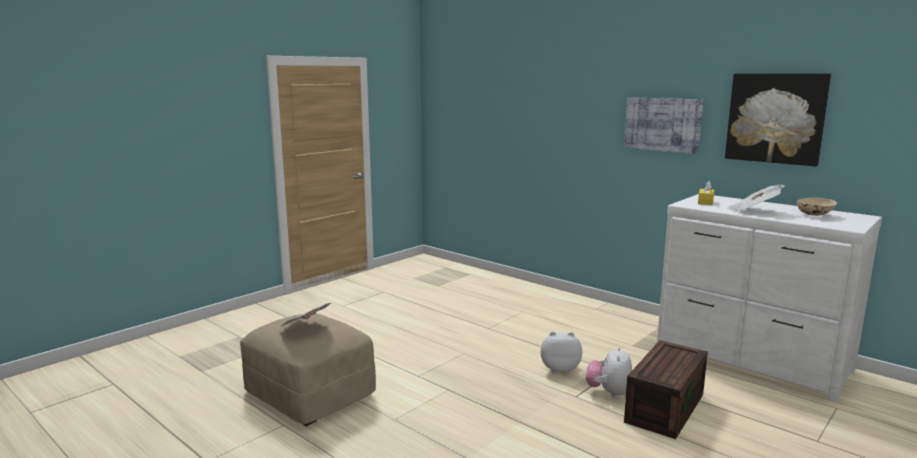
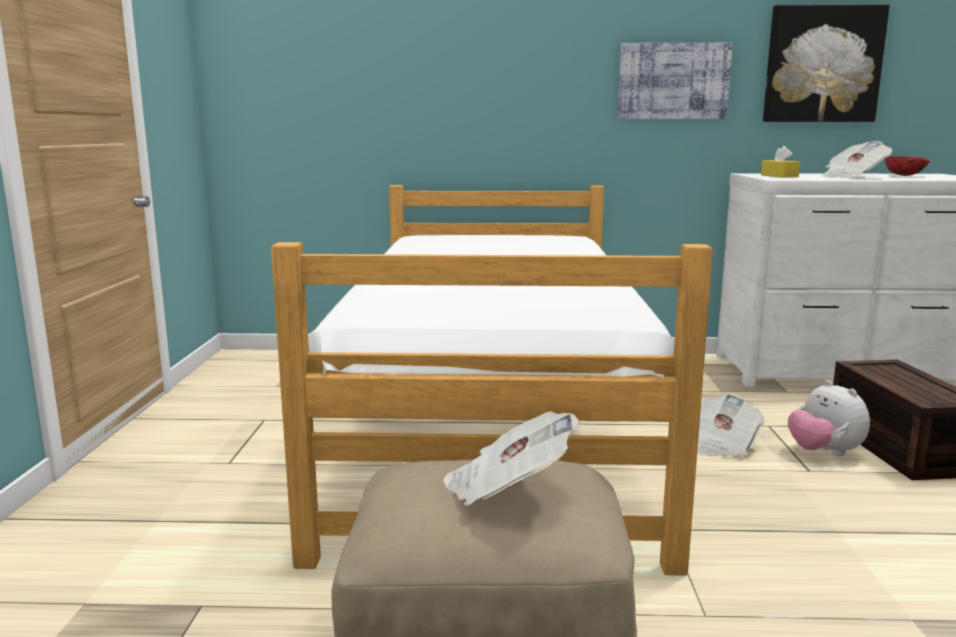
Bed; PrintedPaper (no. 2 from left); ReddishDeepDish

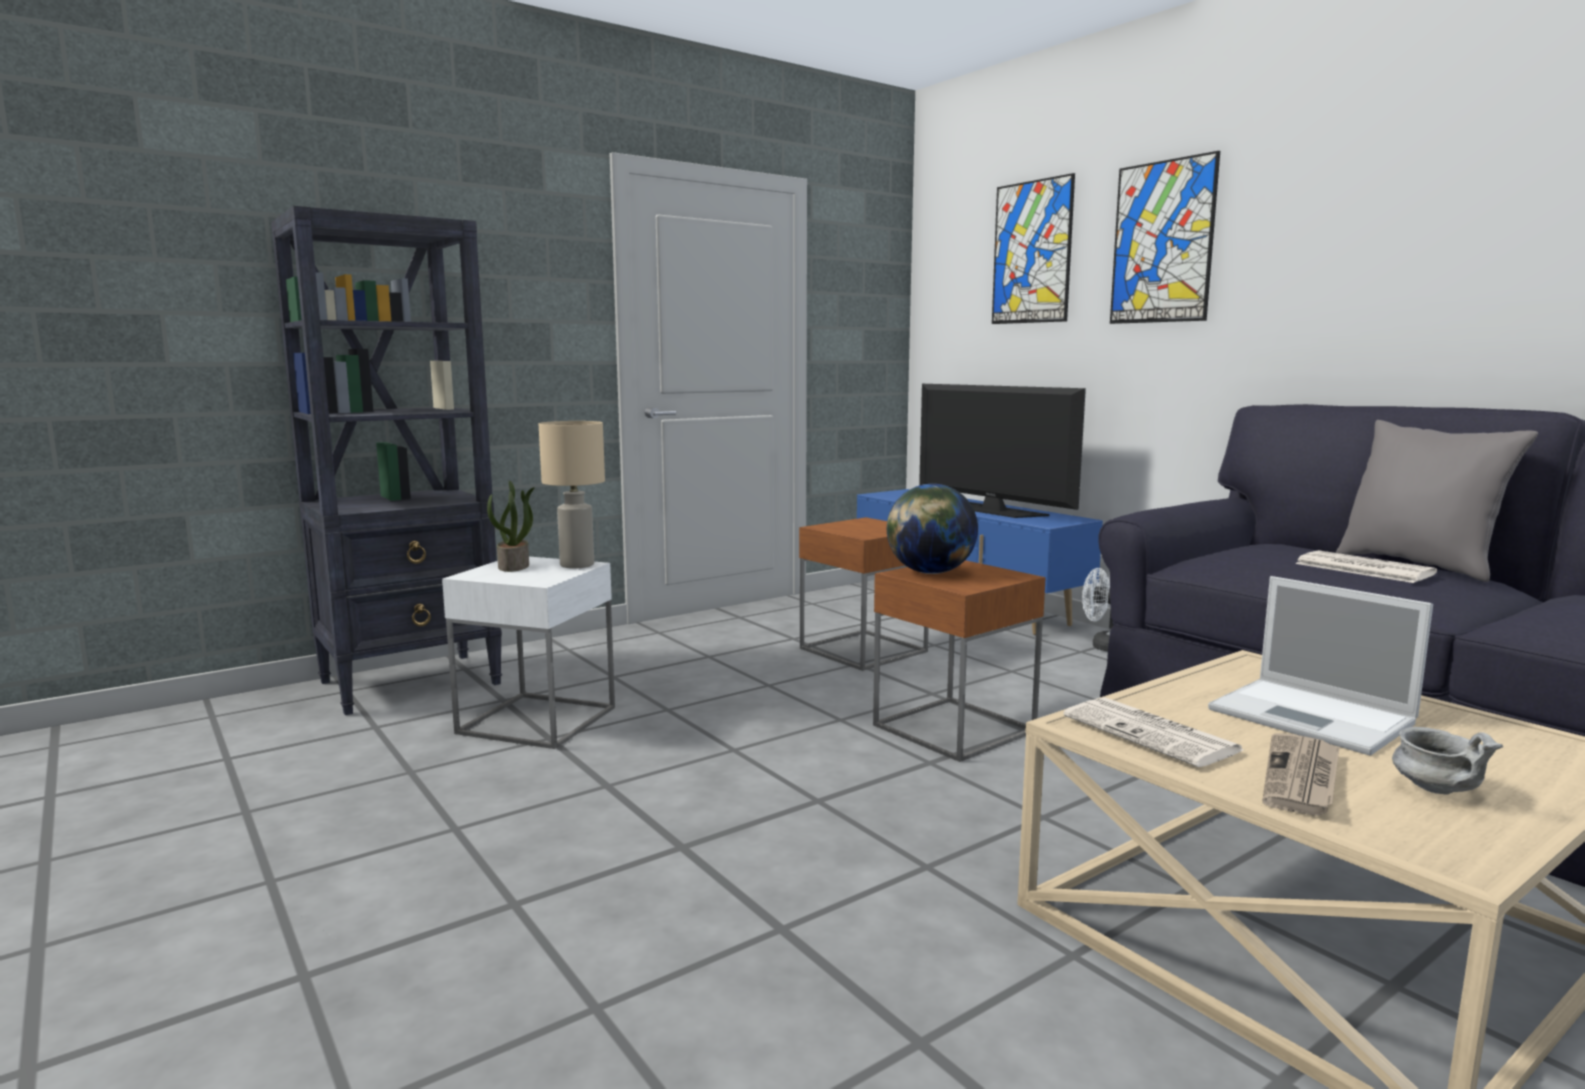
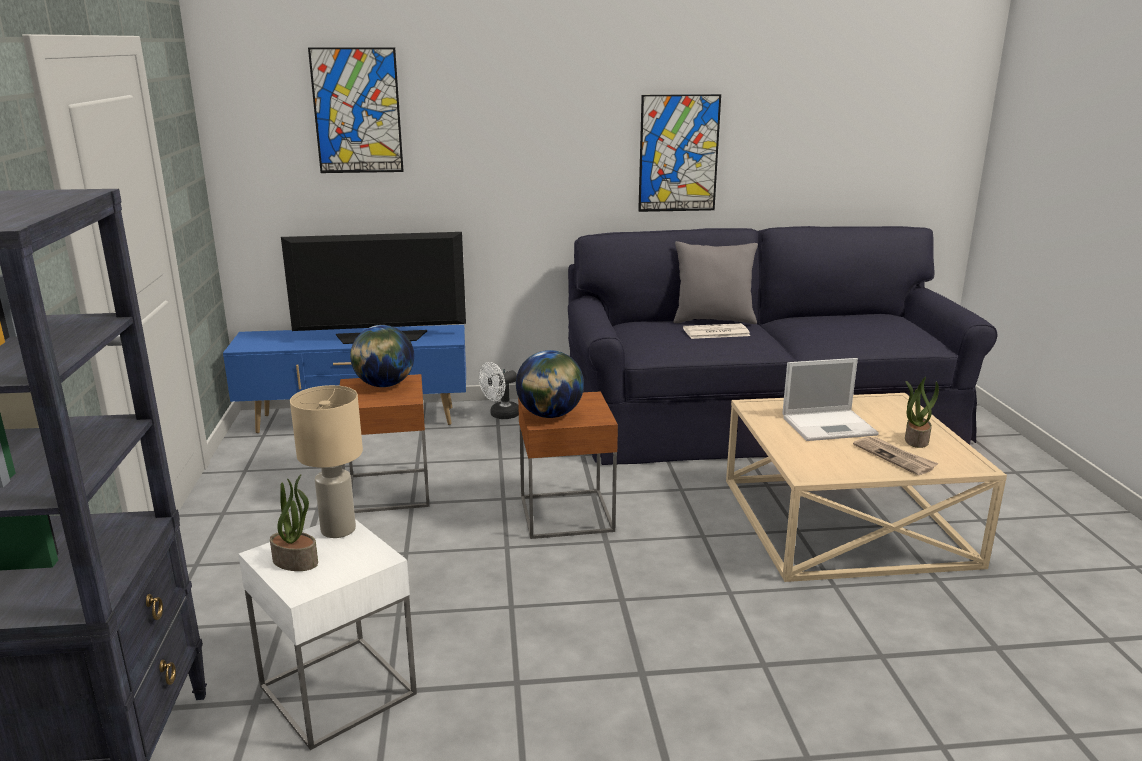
DeskGlobe (no. 1 from left); Picture (no. 2 from left); PlantInAPot (no. 2 from left); PrintedPaper (no. 1 from left in the first image)

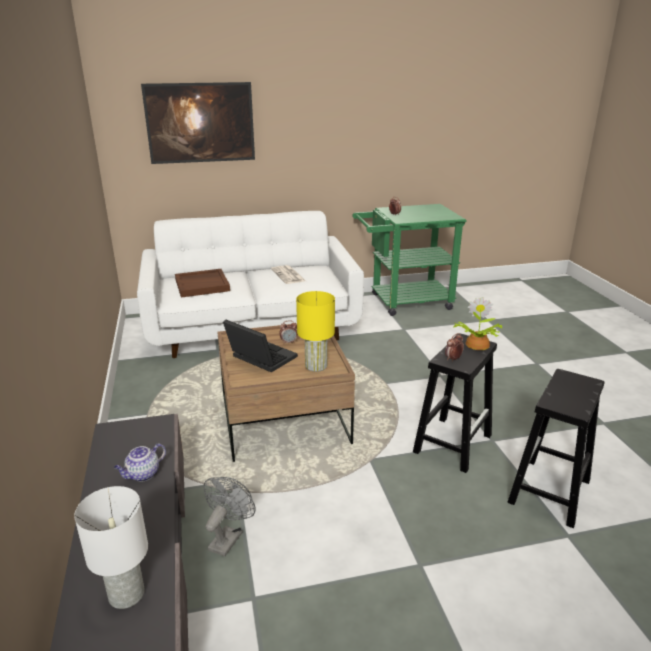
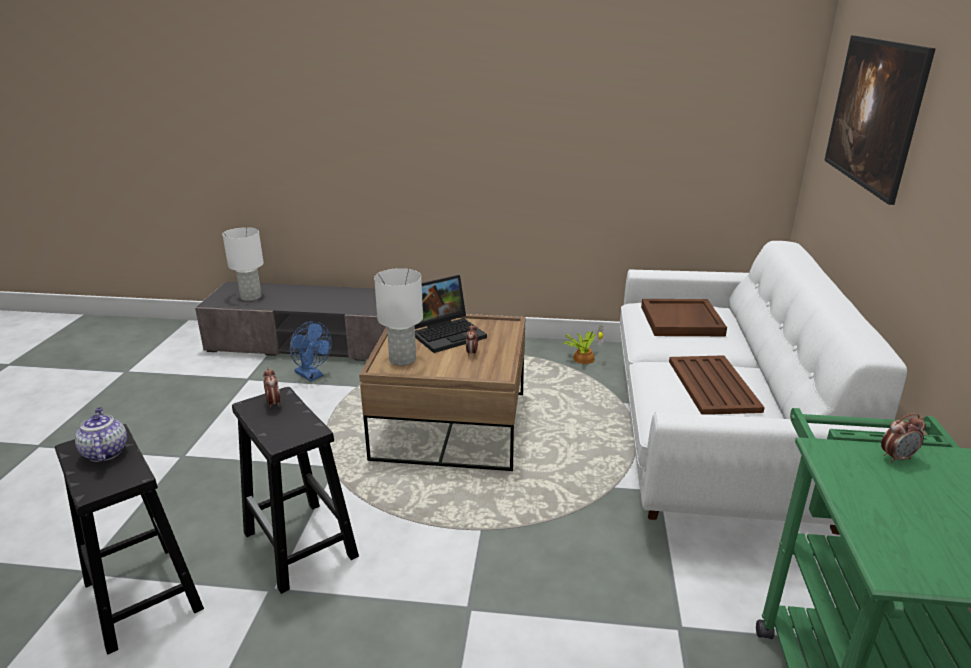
PotForTea; BlueColouredFan; WhiteLampForATable (no. 2 from left); PlantInAPot; BrownCarryingTray (no. 2 from left)

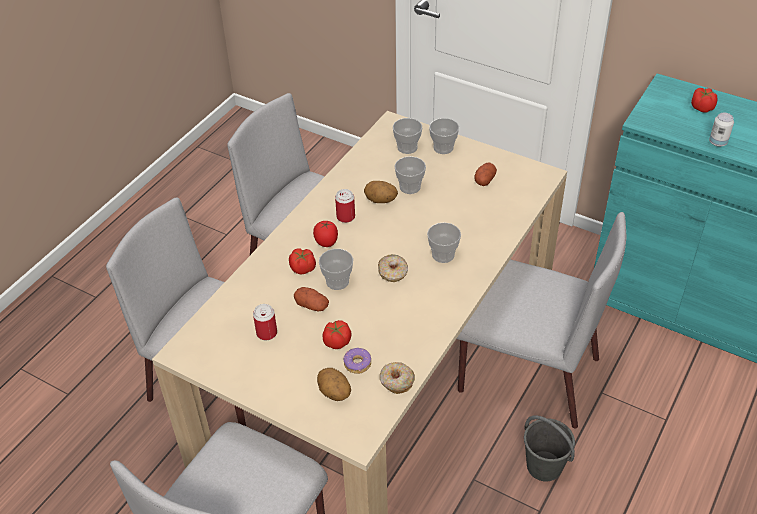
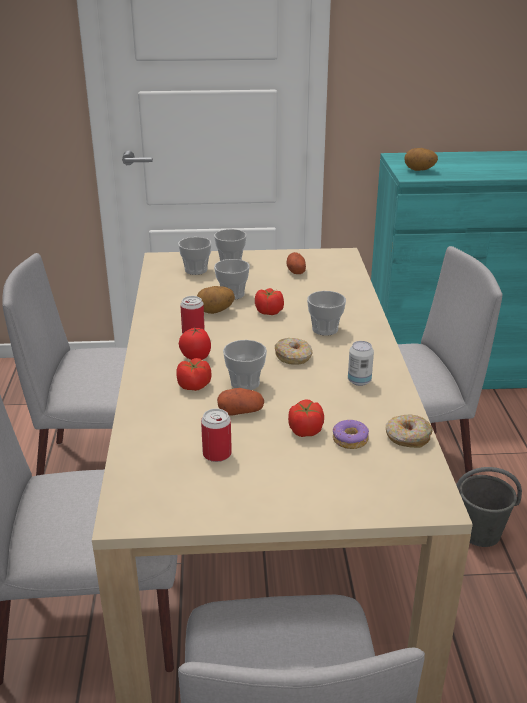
FreshTomato (no. 3 from left); MetalCan (no. 3 from left); WholePotato (no. 4 from left)

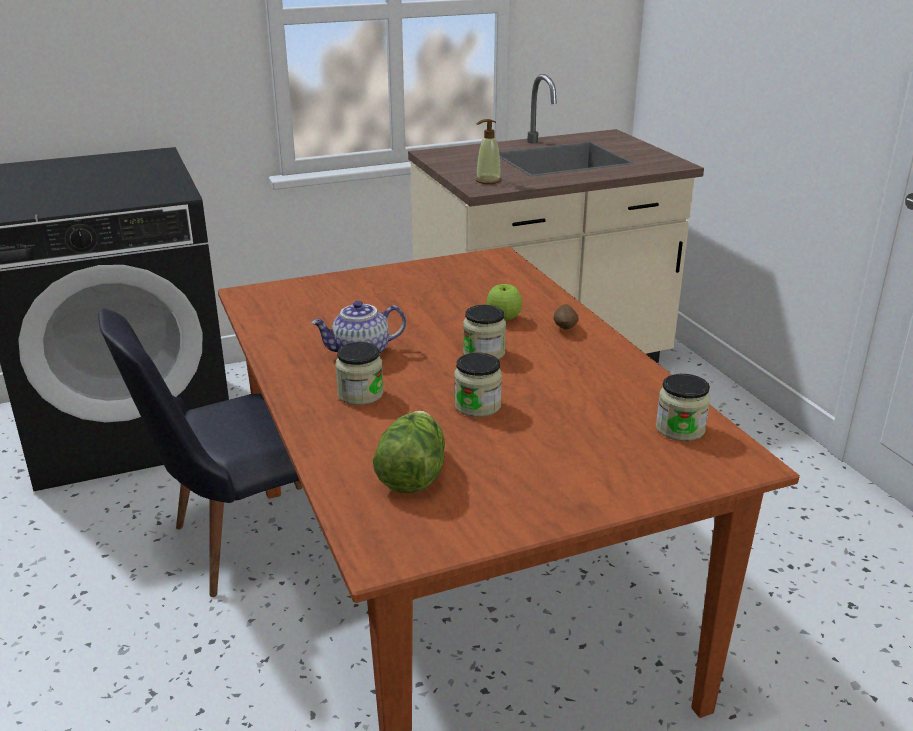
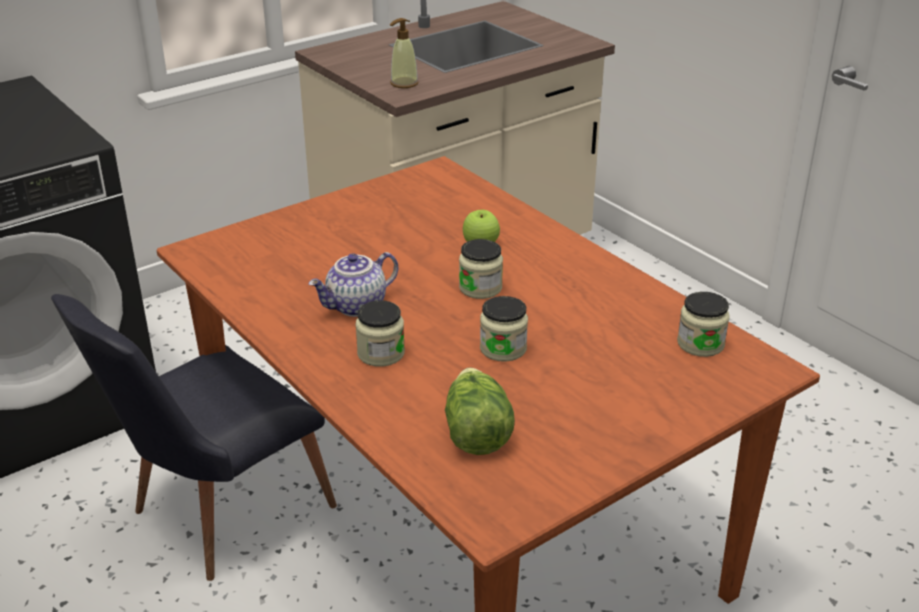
WholePotato

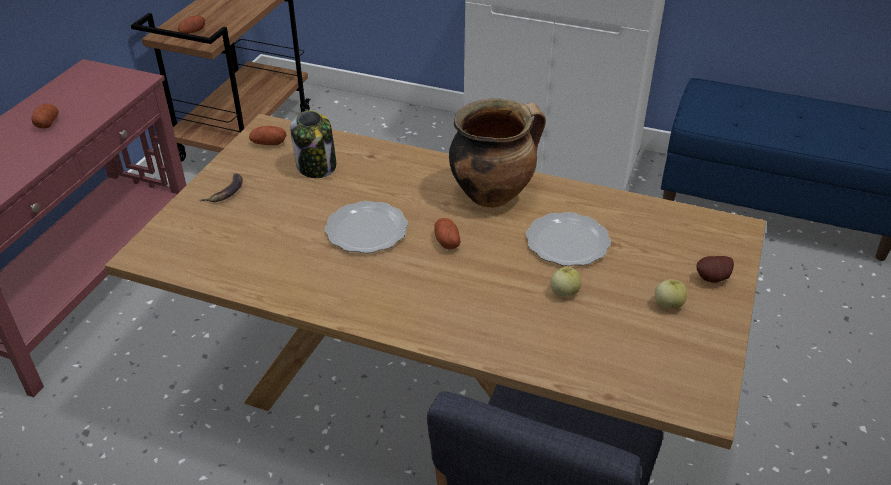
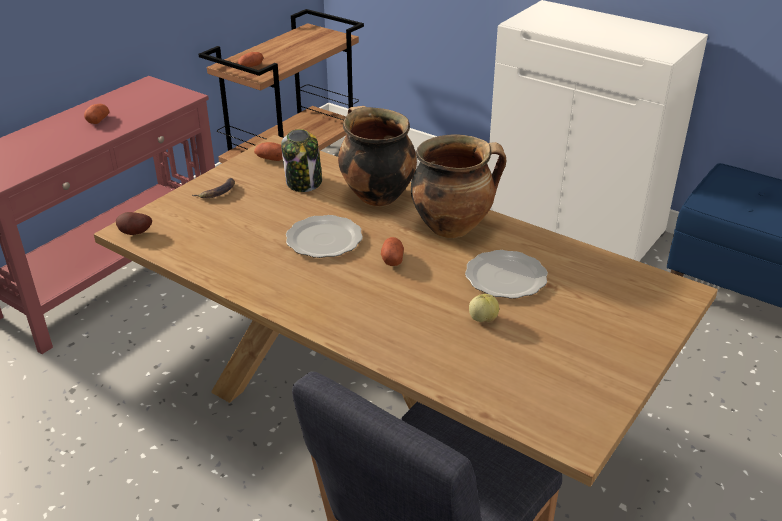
WholePotato (no. 2 from left); Stockpot (no. 1 from left); WholeApple (no. 2 from left in the first image)

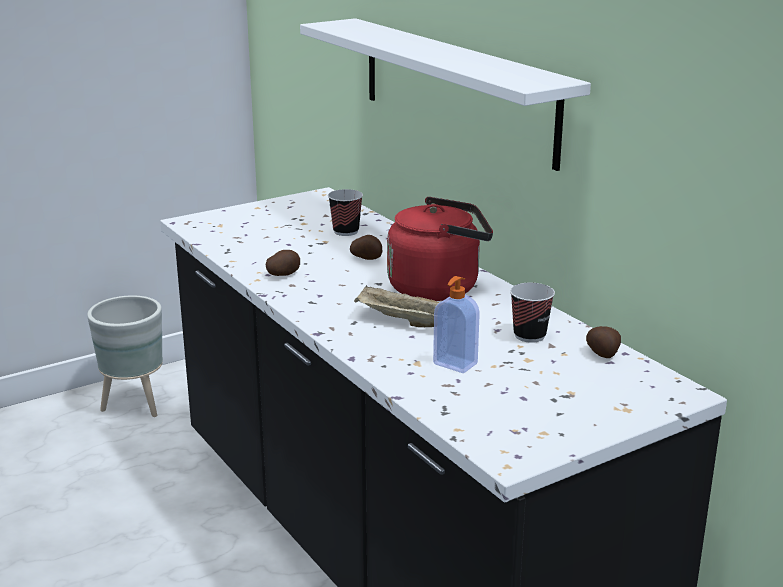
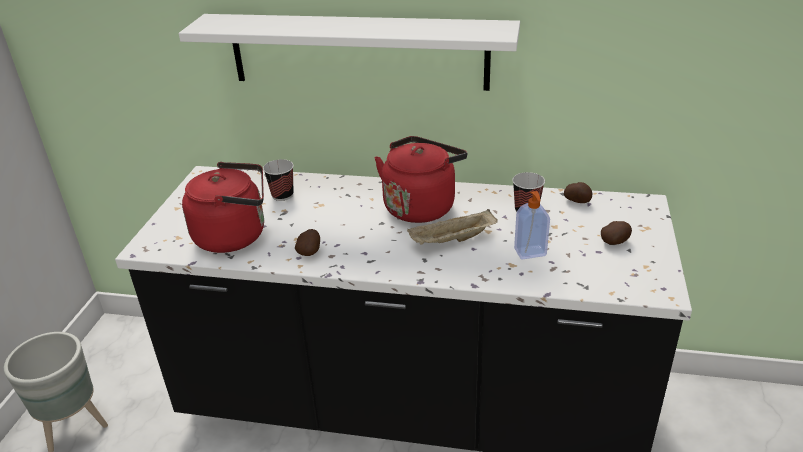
ReddishWaterKettle (no. 1 from left); WholePotato (no. 3 from left)

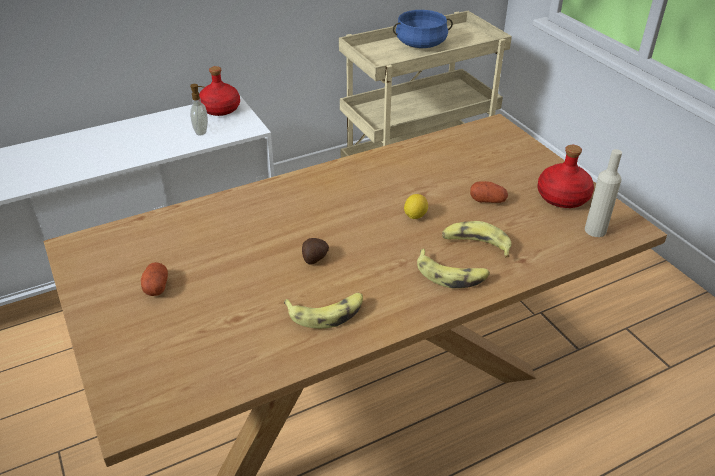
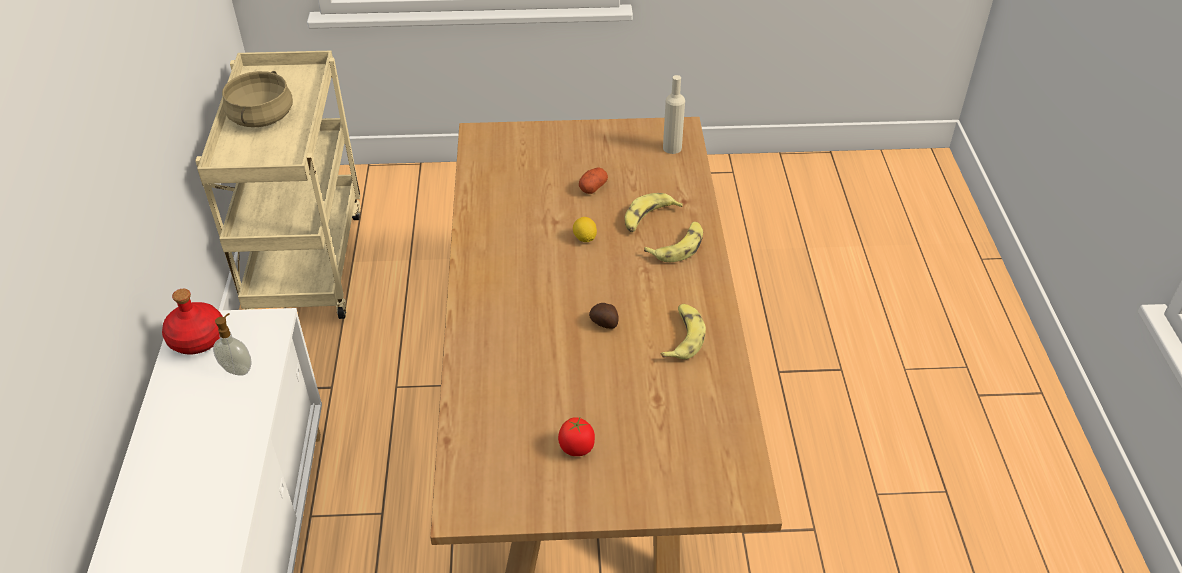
SandColouredStockpot; FreshTomato; ReddishBottle (no. 2 from left in the first image)

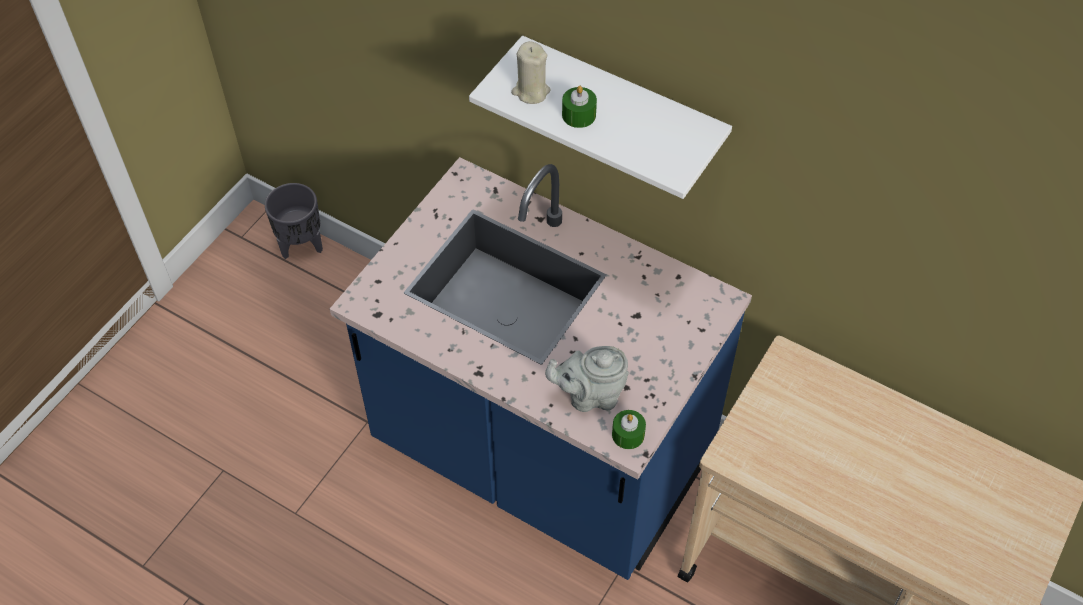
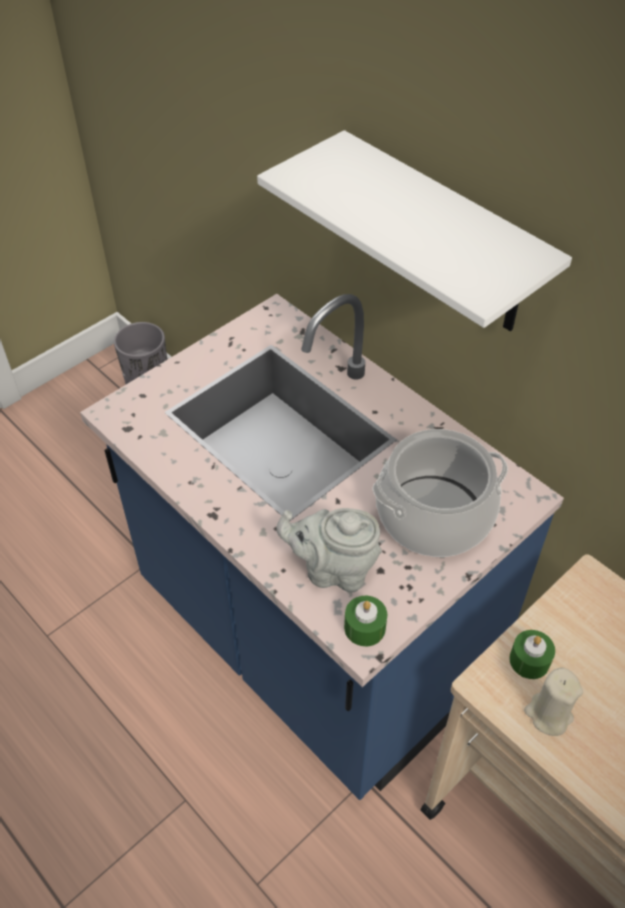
Stockpot; GreenColouredWaxLight (no. 2 from left); SandColouredWaxLight

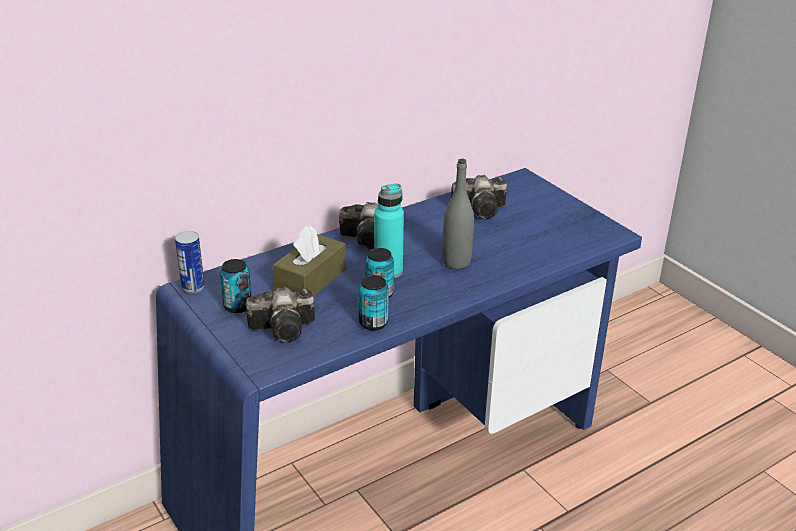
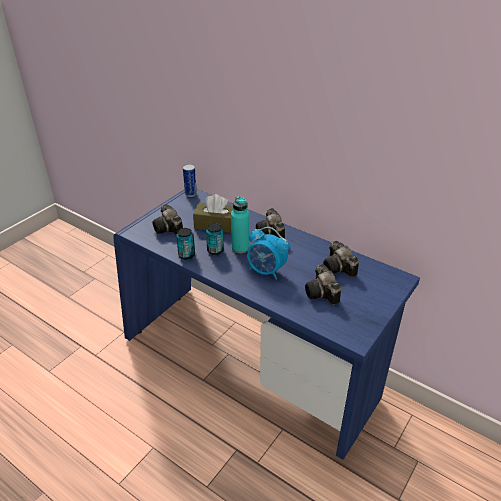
BedsideClock; StillCamera (no. 3 from left); MetalCan (no. 2 from left in the first image)

